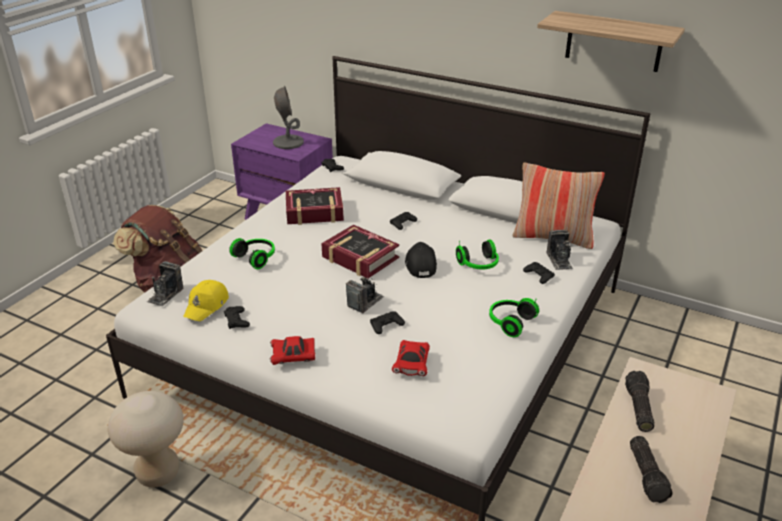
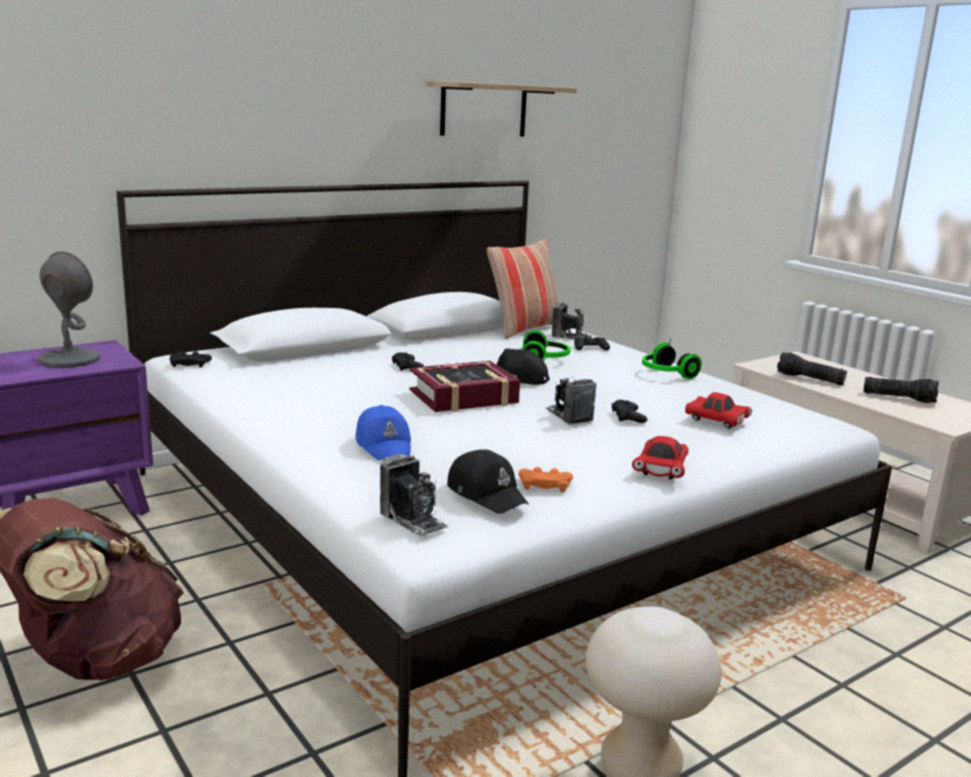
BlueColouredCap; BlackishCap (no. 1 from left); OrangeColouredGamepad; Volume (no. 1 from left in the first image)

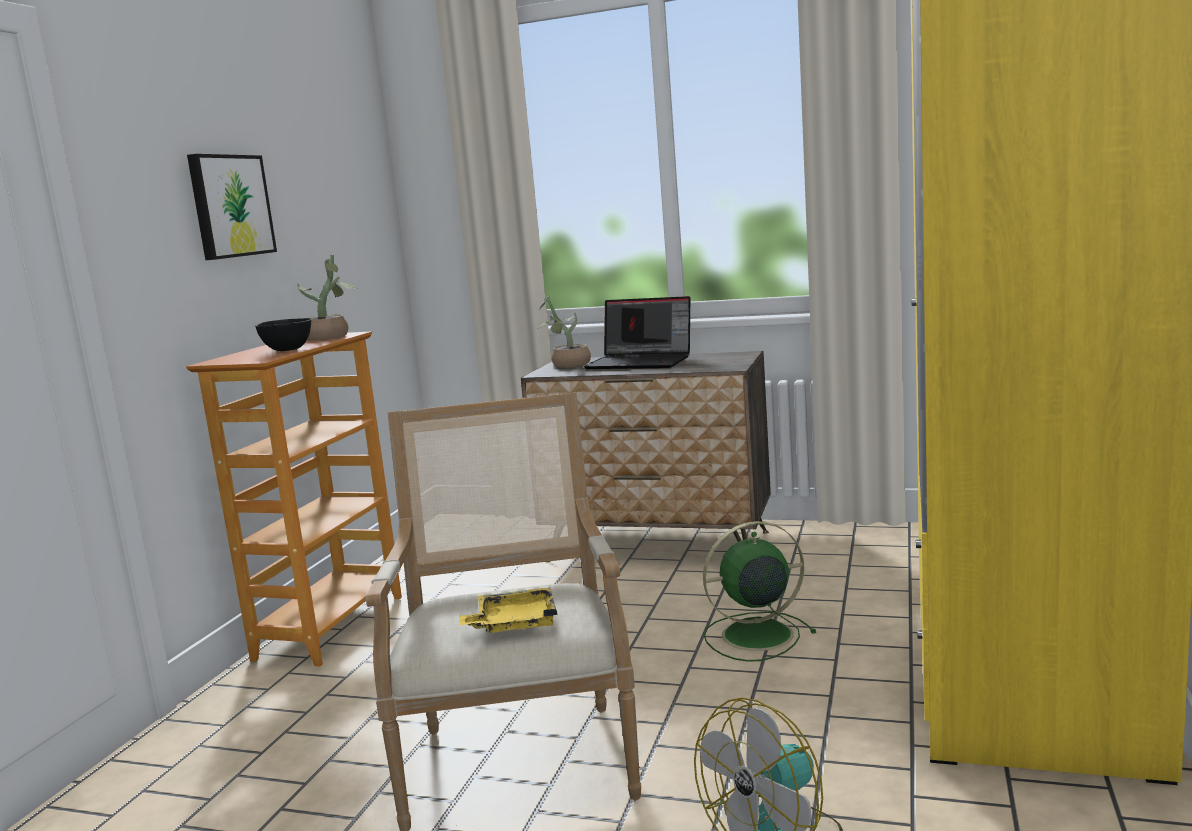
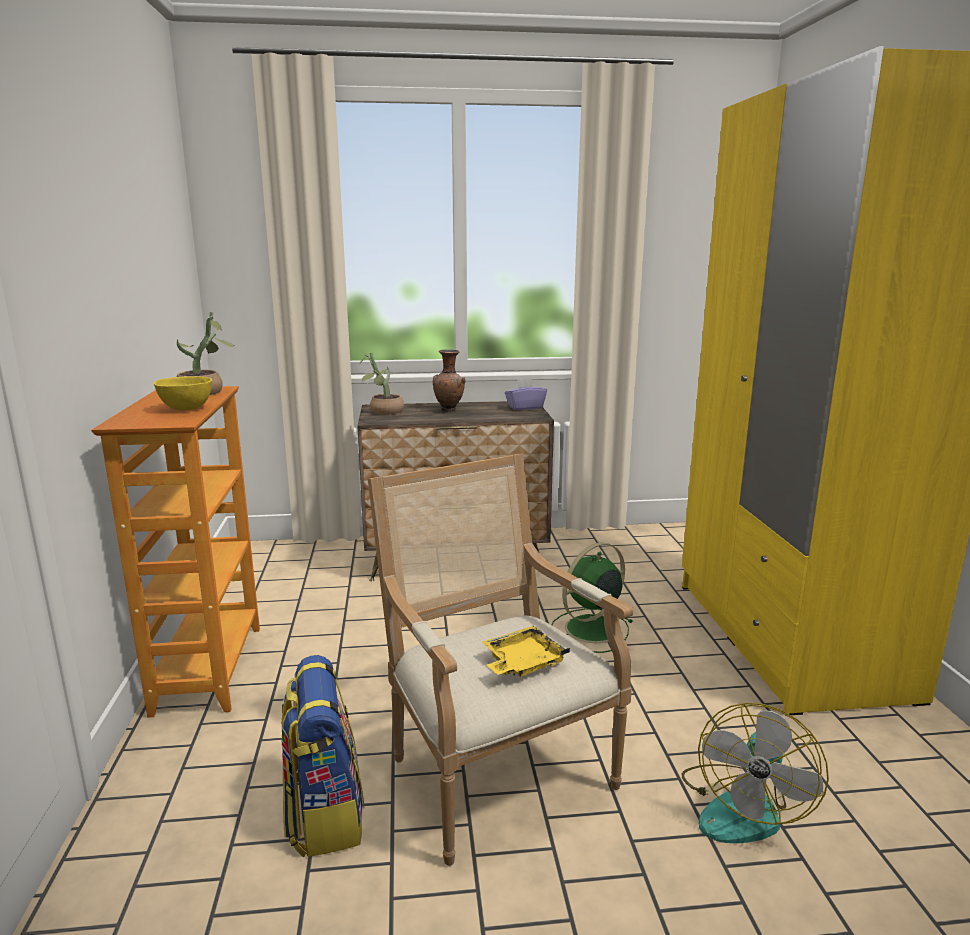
YellowishDeepDish; Rucksack; BrownDecorativeVase; PurpleColouredBoxOfTissues; Picture

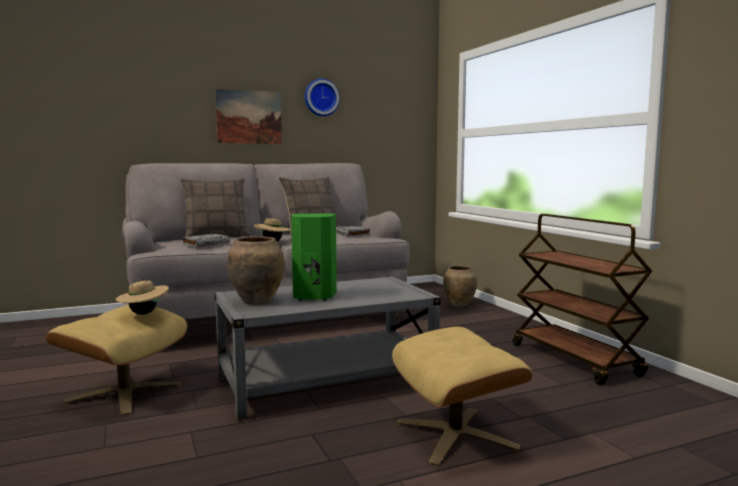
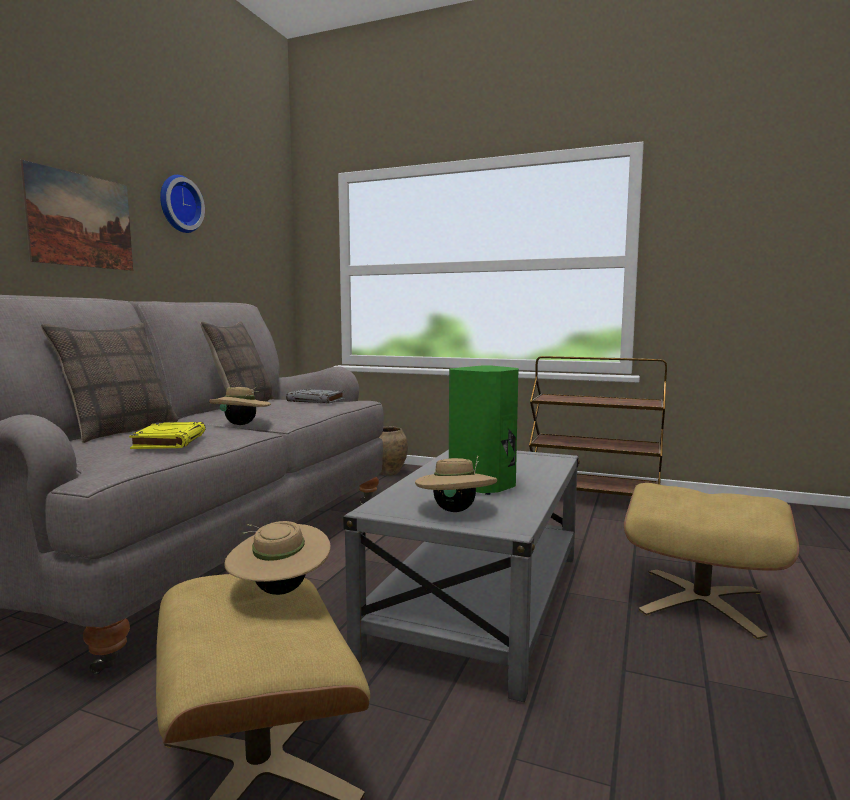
YellowishVolume; SandColouredWearableHat (no. 3 from left)

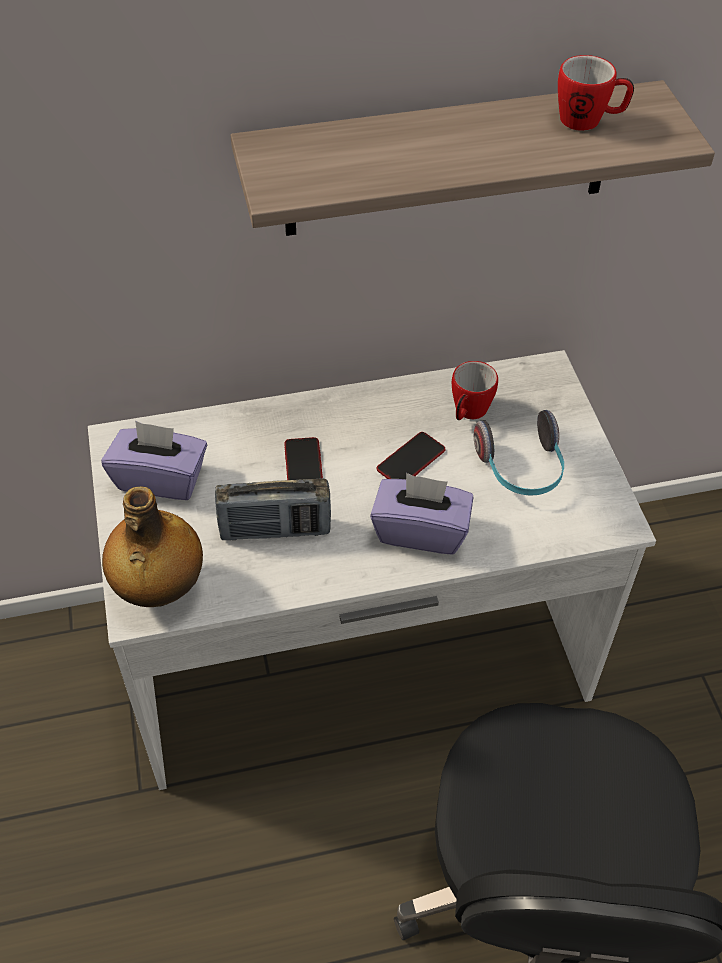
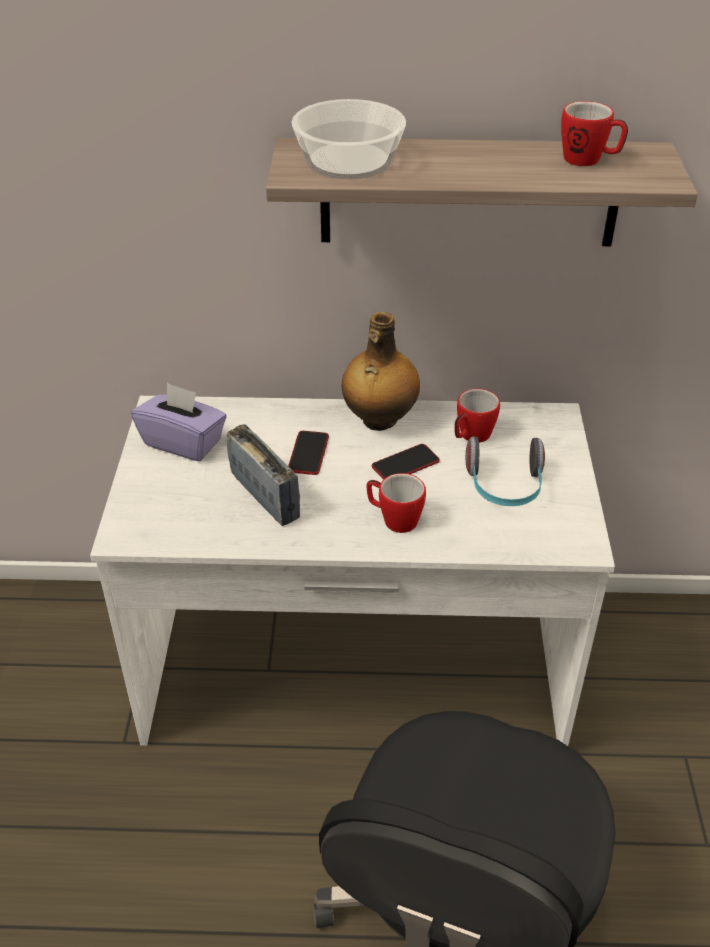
Radio; DeepDish; Bottle; TeaMug (no. 1 from left)

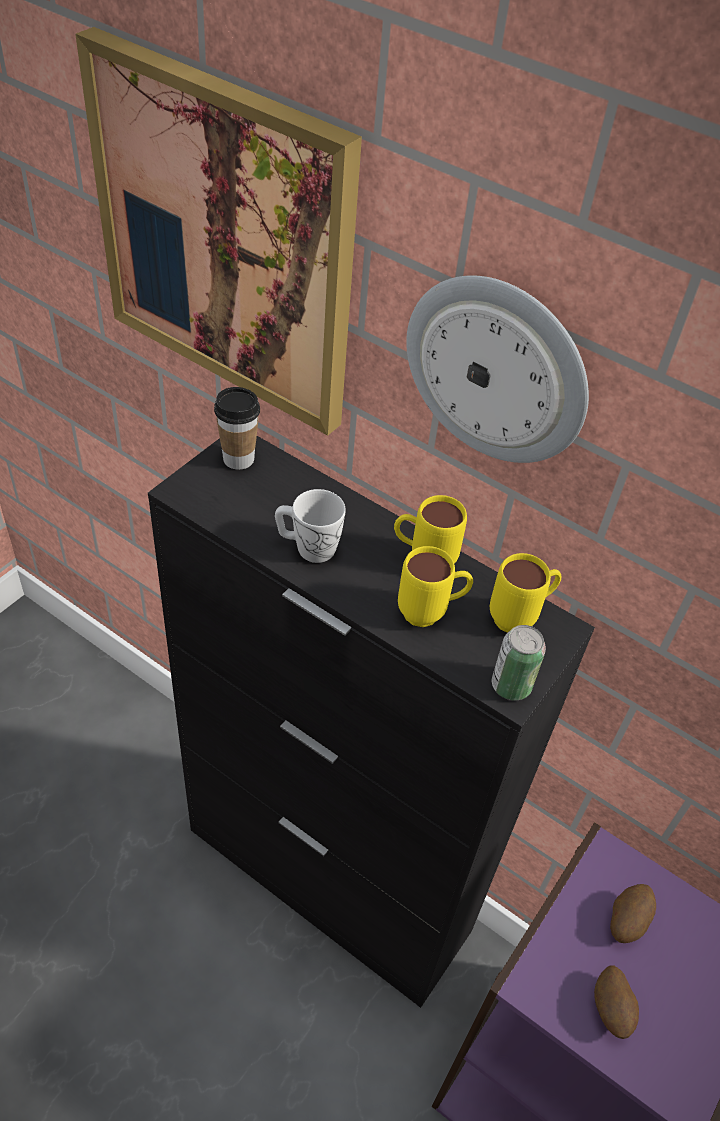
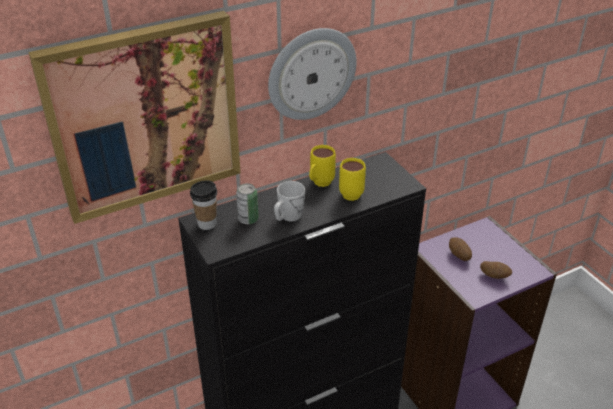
MetalCan; YellowishTeaMug (no. 3 from left in the first image)

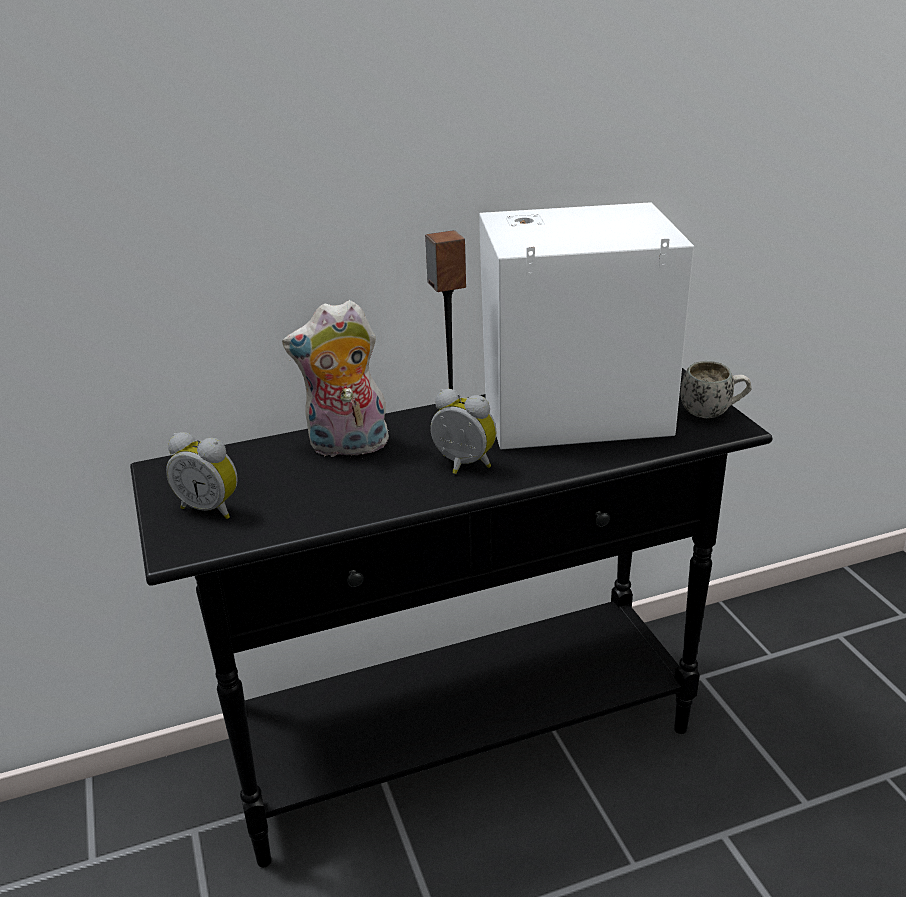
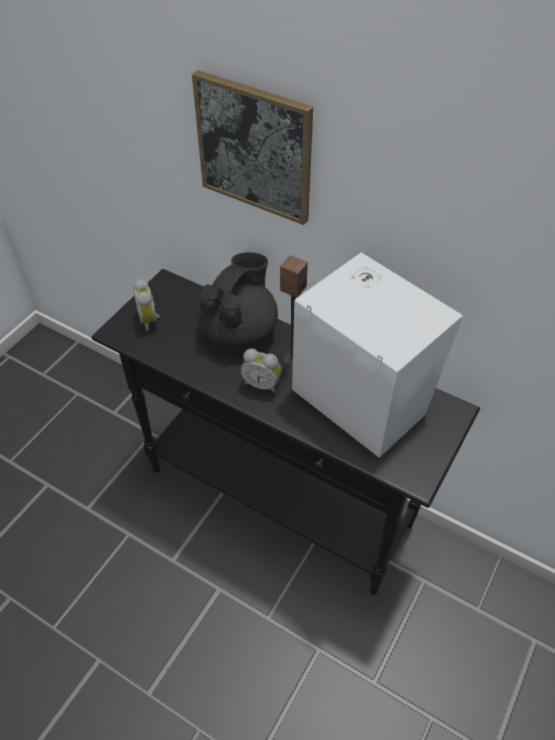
Picture; BlackishPotForTea; BedsideClock (no. 2 from left); WhiteTeaMug

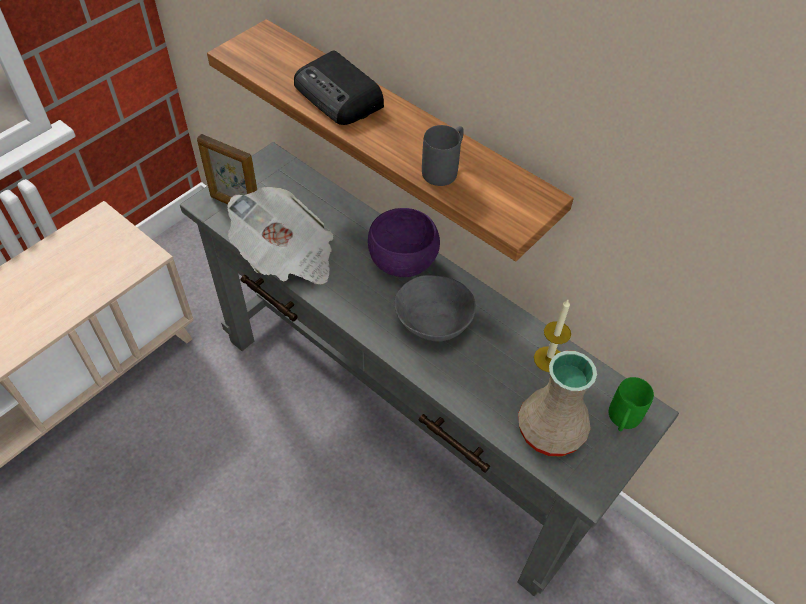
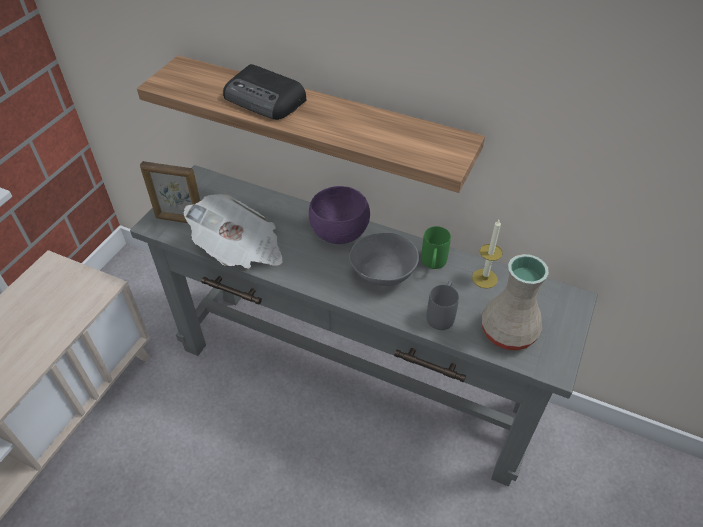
GreenColouredTeaMug; GreyishTeaMug

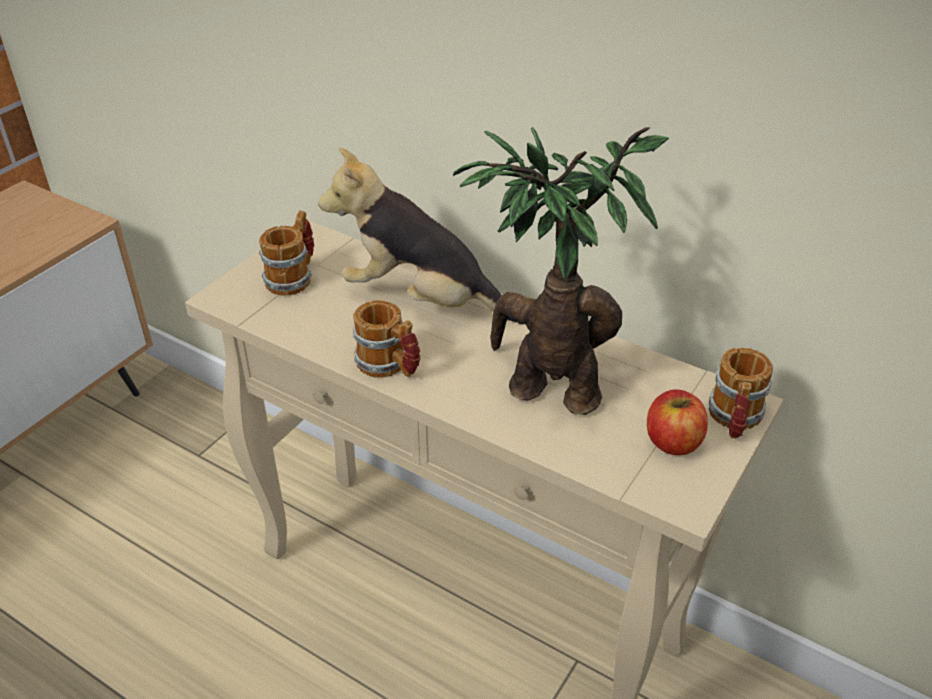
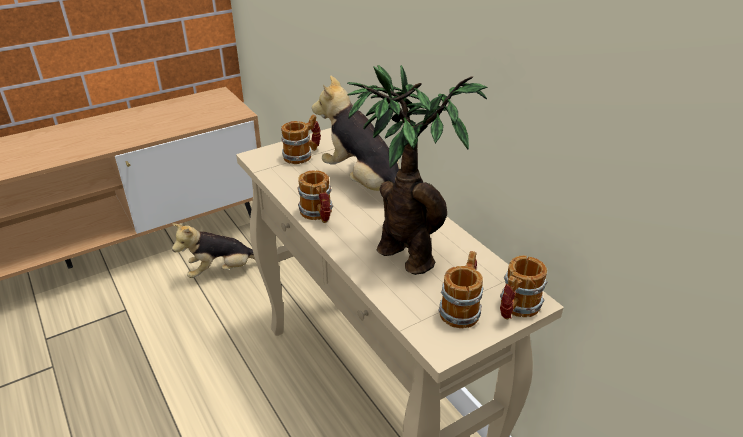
PlushToy (no. 1 from left); TeaMug (no. 3 from left)

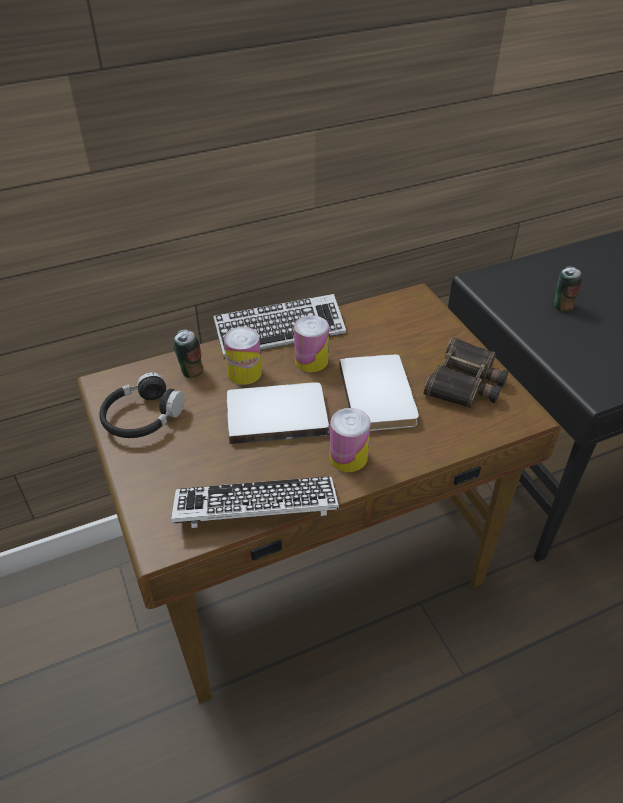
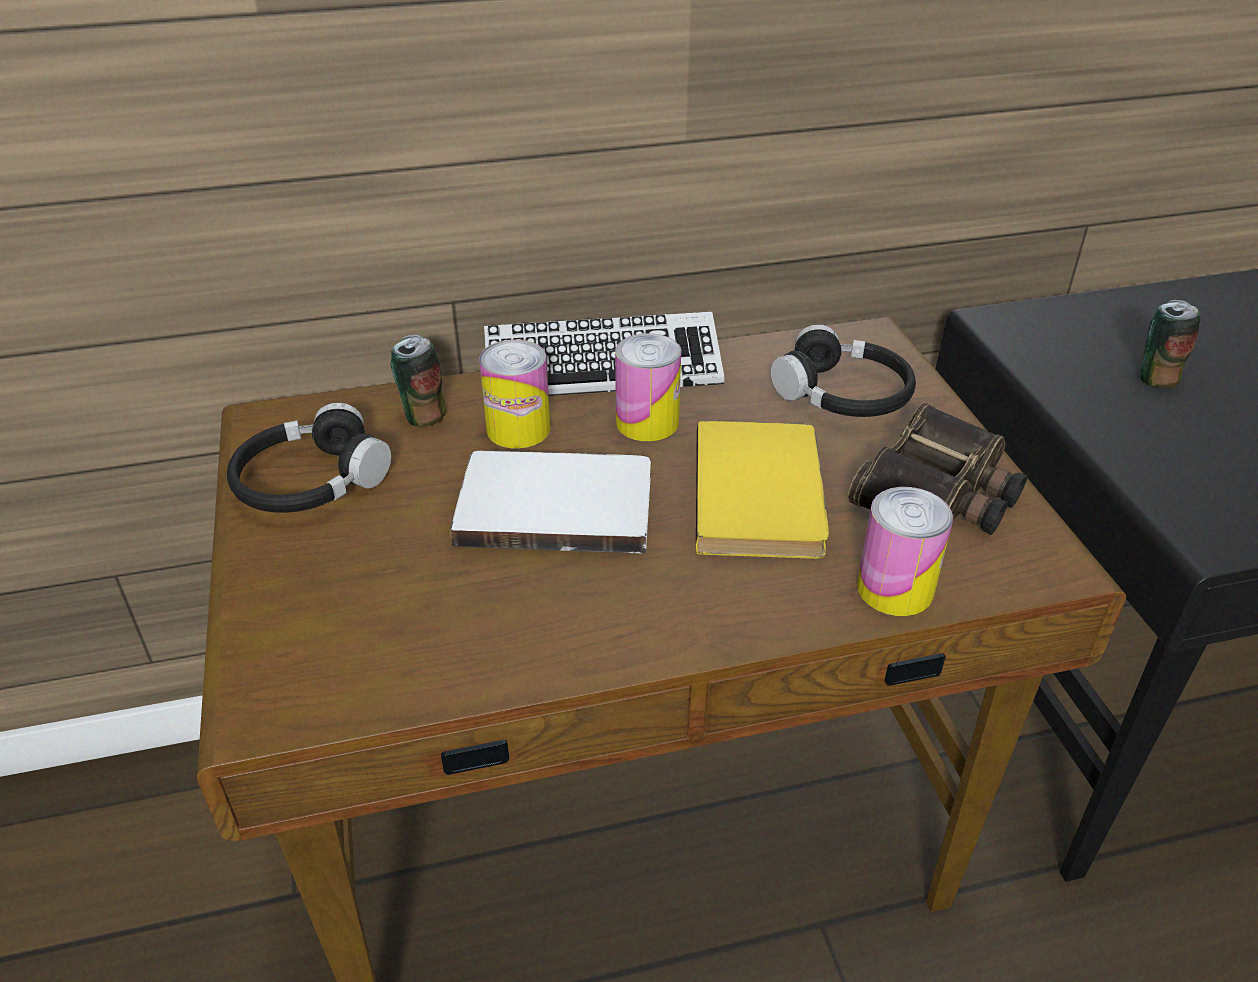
YellowishVolume; BlackishPairOfHeadphones (no. 2 from left); MetalCan (no. 4 from left); PcKeyboard (no. 1 from left in the first image)

